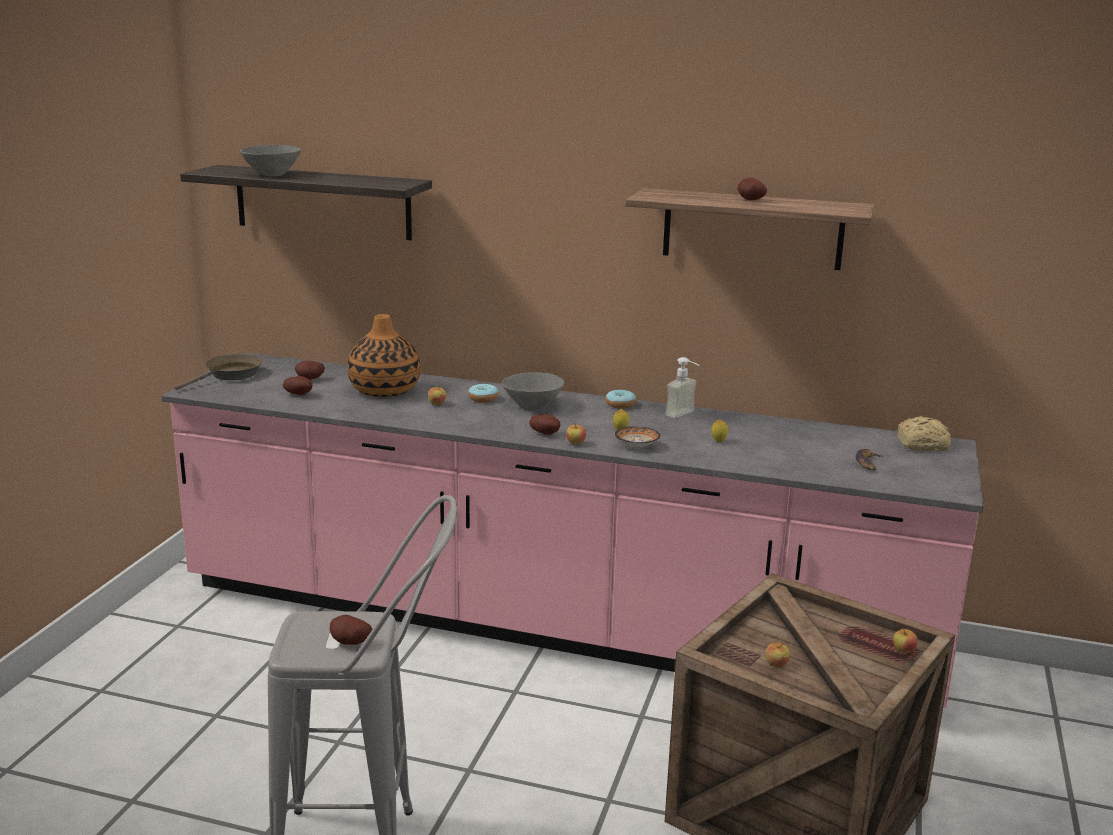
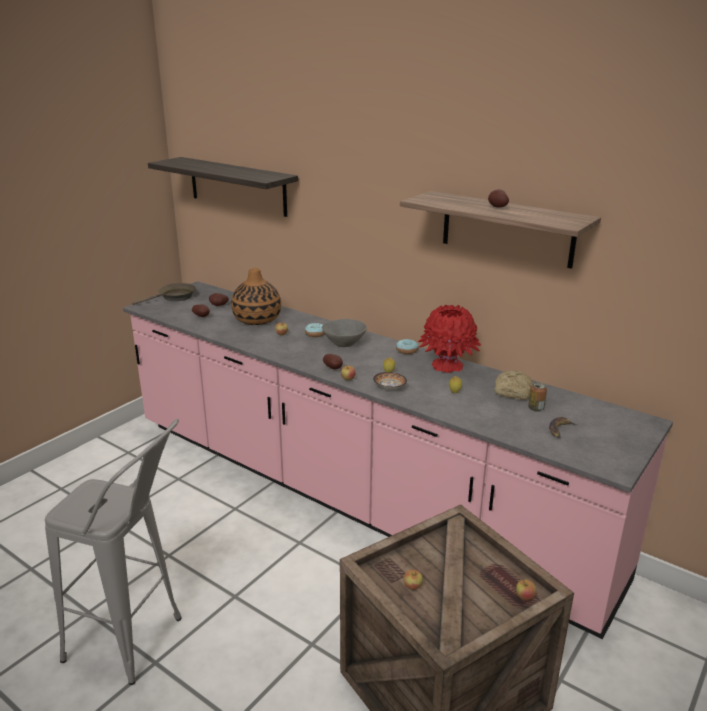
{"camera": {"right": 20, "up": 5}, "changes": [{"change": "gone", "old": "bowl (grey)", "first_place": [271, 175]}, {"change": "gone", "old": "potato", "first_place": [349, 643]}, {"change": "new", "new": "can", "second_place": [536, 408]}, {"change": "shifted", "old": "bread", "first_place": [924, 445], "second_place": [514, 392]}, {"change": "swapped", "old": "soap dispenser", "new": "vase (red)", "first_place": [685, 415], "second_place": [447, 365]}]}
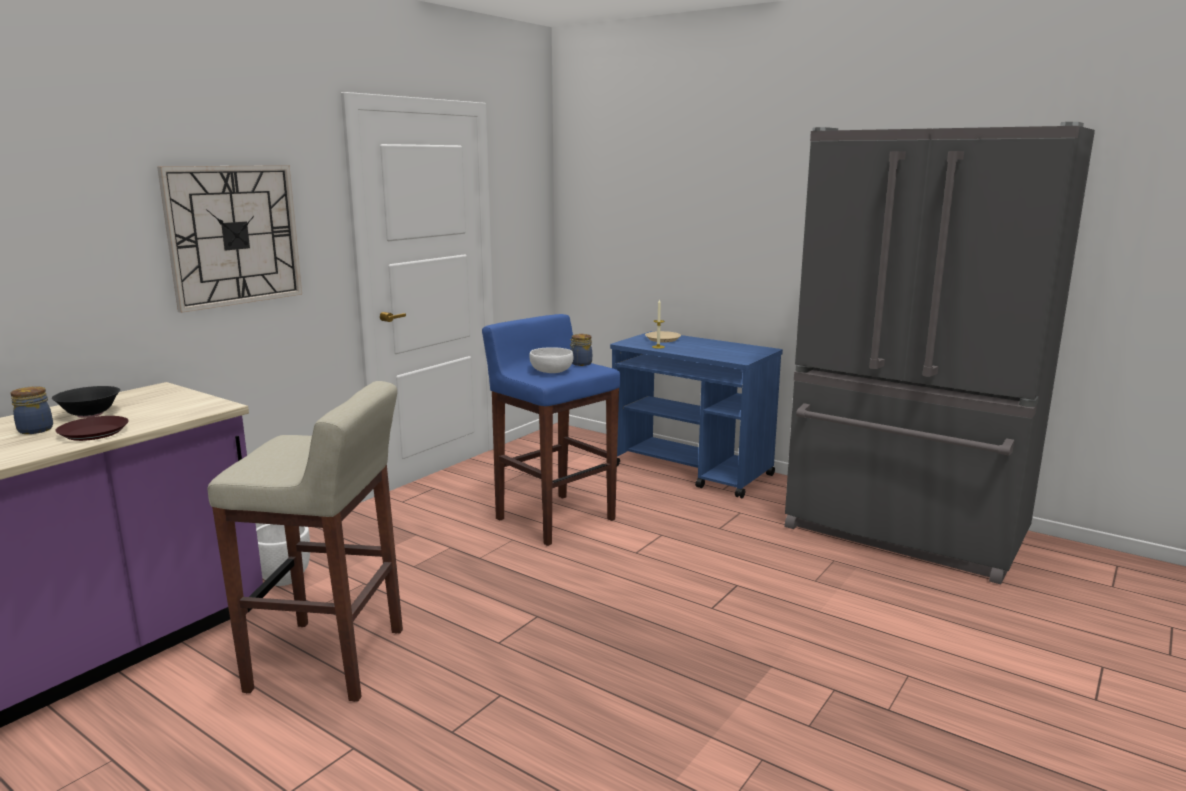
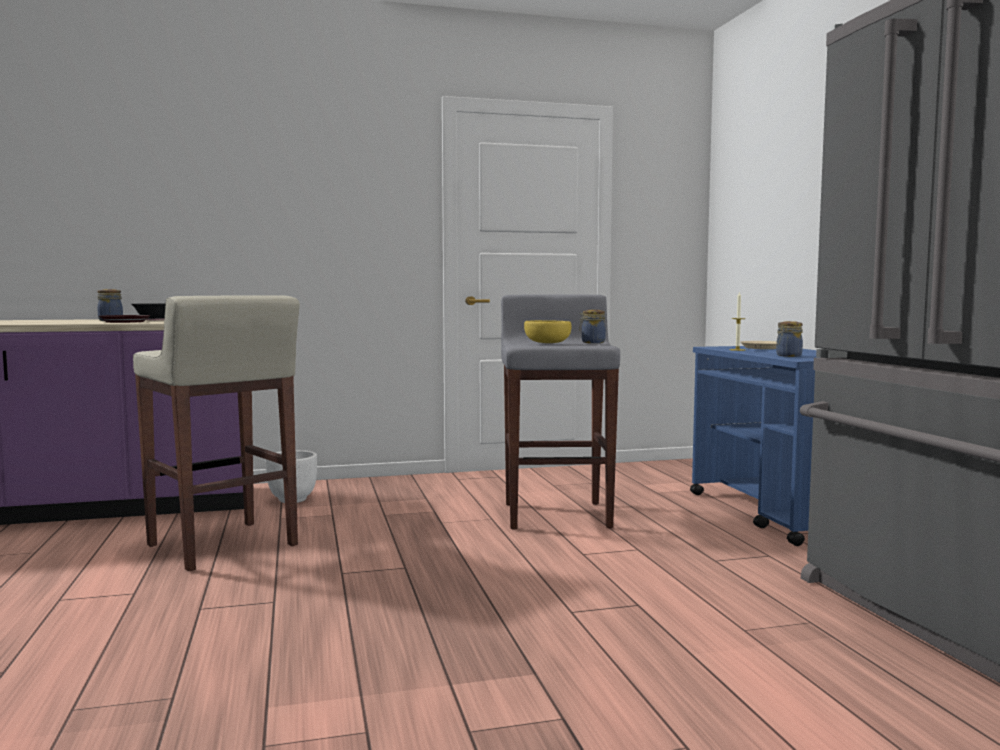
{"camera": {"right": 40, "up": -10}, "changes": [{"change": "gone", "old": "wall clock", "first_place": [234, 235]}, {"change": "new", "new": "jar", "second_place": [788, 355]}, {"change": "repainted", "old": "stool (blue)", "new": "stool (grey)", "first_place": [554, 518], "second_place": [556, 515]}, {"change": "repainted", "old": "bowl (white)", "new": "bowl (yellow)", "first_place": [551, 371], "second_place": [547, 343]}]}
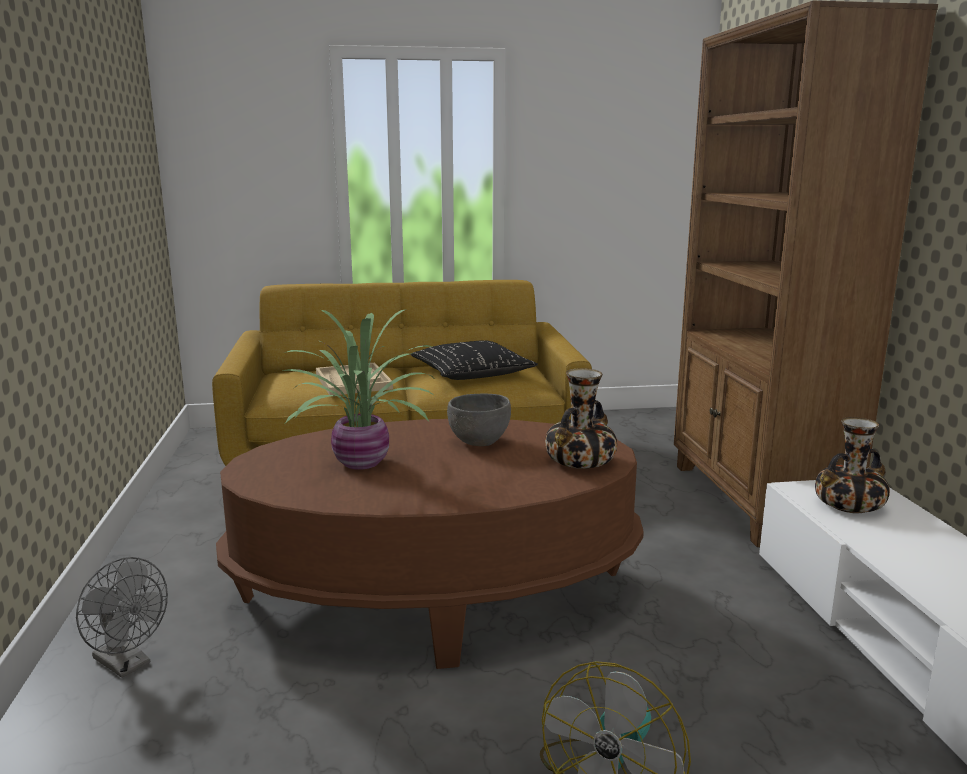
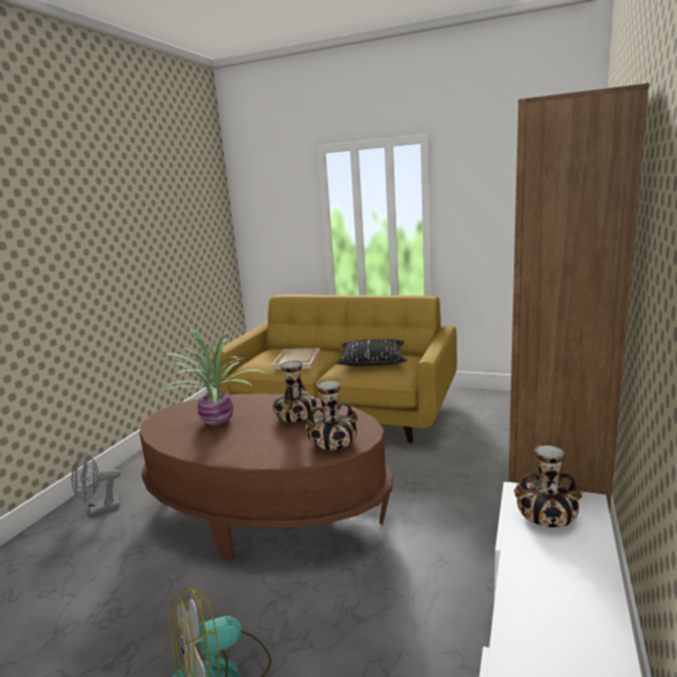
{"camera": {"right": 30, "up": 0}, "changes": [{"change": "swapped", "old": "bowl (grey)", "new": "vase", "first_place": [479, 442], "second_place": [296, 417]}, {"change": "rotated", "old": "fan (grey)", "first_place": [128, 664], "second_place": [99, 509], "degrees": 90}]}
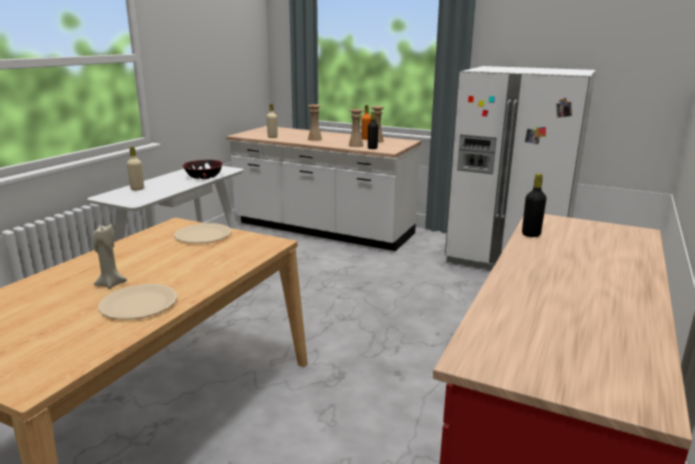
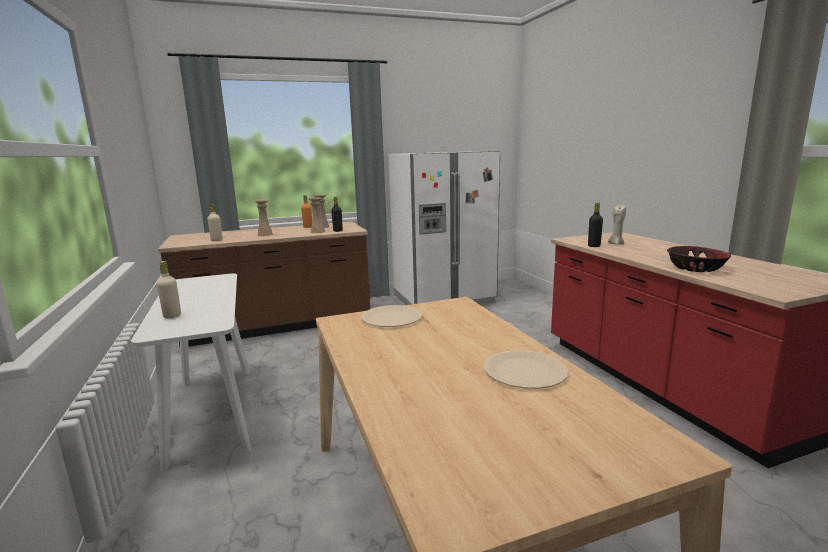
{"camera": {"right": -45, "up": -5}, "changes": [{"change": "shifted", "old": "candle (beige)", "first_place": [110, 284], "second_place": [615, 244]}, {"change": "shifted", "old": "bowl", "first_place": [204, 176], "second_place": [696, 268]}, {"change": "repainted", "old": "counter (white)", "new": "counter (brown)", "first_place": [323, 229], "second_place": [278, 325]}]}
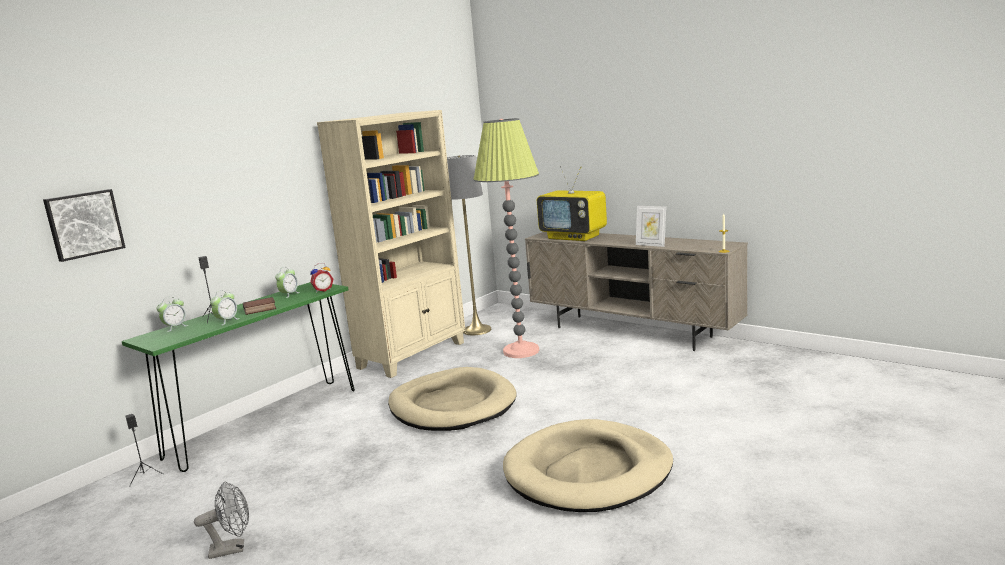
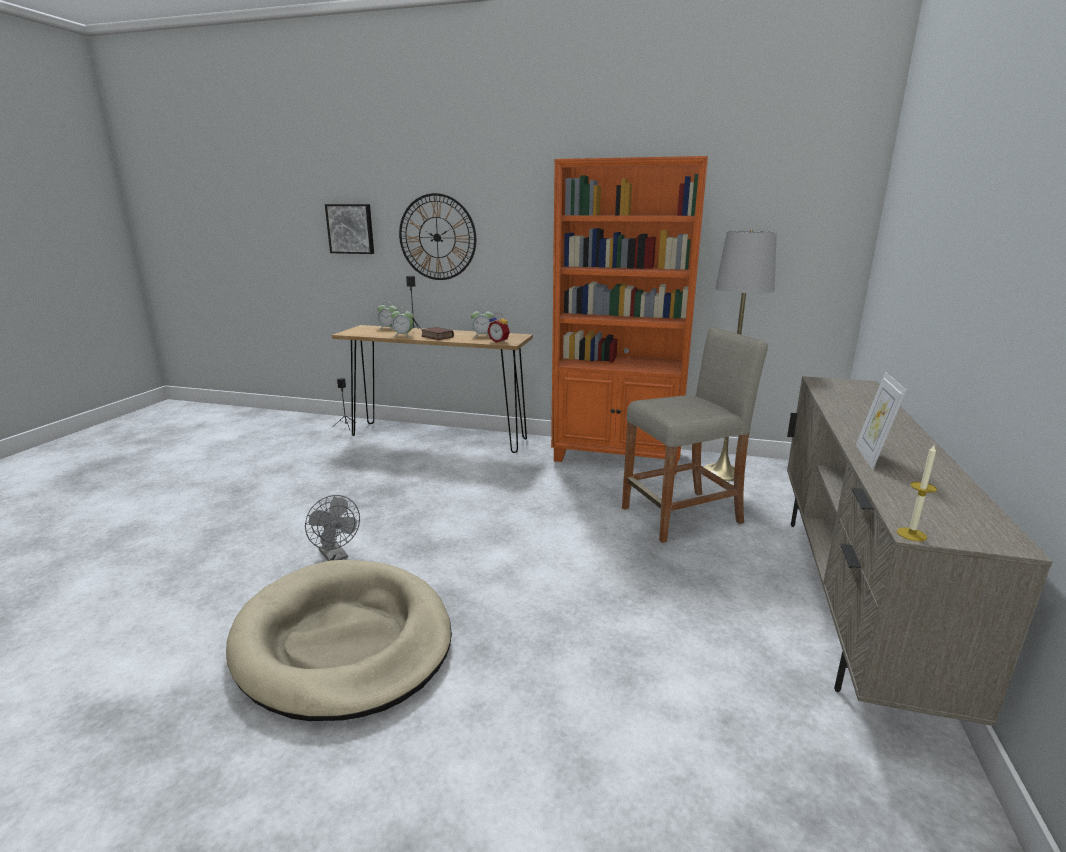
{"camera": {"right": 65, "up": 5}, "changes": [{"change": "gone", "old": "dog bed (beige)", "first_place": [452, 405]}, {"change": "gone", "old": "television", "first_place": [574, 237]}, {"change": "new", "new": "wall clock", "second_place": [437, 237]}, {"change": "shifted", "old": "fan (grey)", "first_place": [233, 548], "second_place": [336, 557]}, {"change": "swapped", "old": "floor lamp", "new": "stool (beige)", "first_place": [521, 351], "second_place": [682, 515]}, {"change": "repainted", "old": "console table (green)", "new": "console table (brown)", "first_place": [265, 422], "second_place": [438, 437]}, {"change": "repainted", "old": "bookcase (beige)", "new": "bookcase (orange)", "first_place": [413, 355], "second_place": [618, 456]}]}
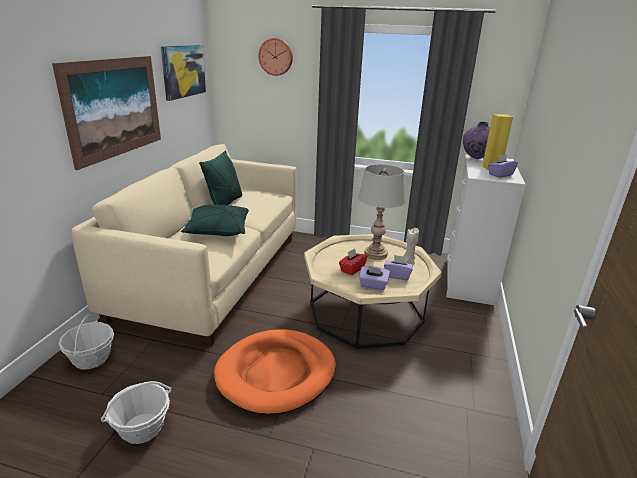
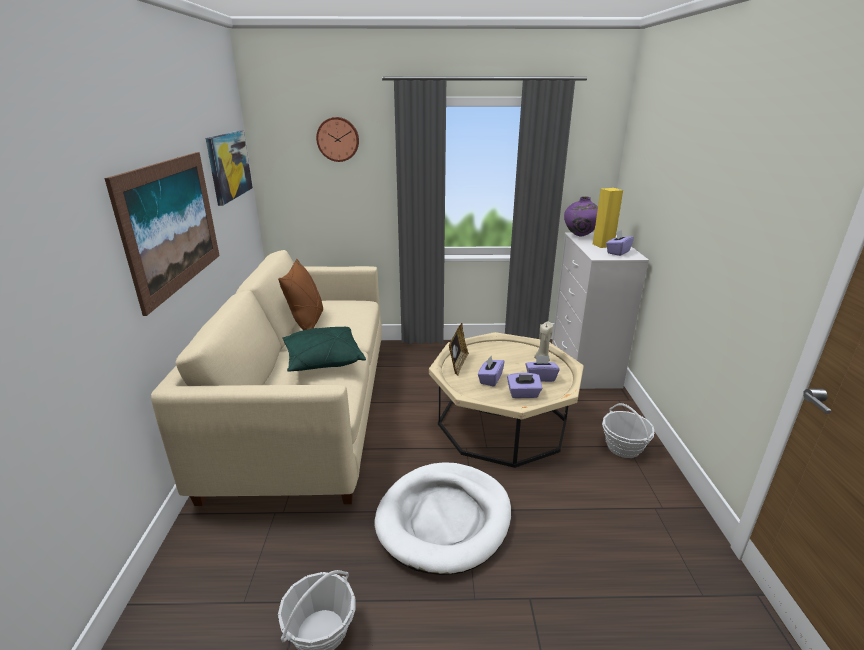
{"camera": {"right": -15, "up": 0}, "changes": [{"change": "gone", "old": "table lamp (grey)", "first_place": [375, 254]}, {"change": "new", "new": "picture frame", "second_place": [458, 364]}, {"change": "shifted", "old": "basket", "first_place": [91, 358], "second_place": [623, 447]}, {"change": "repainted", "old": "pillow (green)", "new": "pillow (brown)", "first_place": [225, 203], "second_place": [307, 323]}, {"change": "repainted", "old": "dog bed (orange)", "new": "dog bed (white)", "first_place": [276, 373], "second_place": [444, 519]}, {"change": "repainted", "old": "tissue box (red)", "new": "tissue box (purple)", "first_place": [352, 269], "second_place": [490, 379]}]}
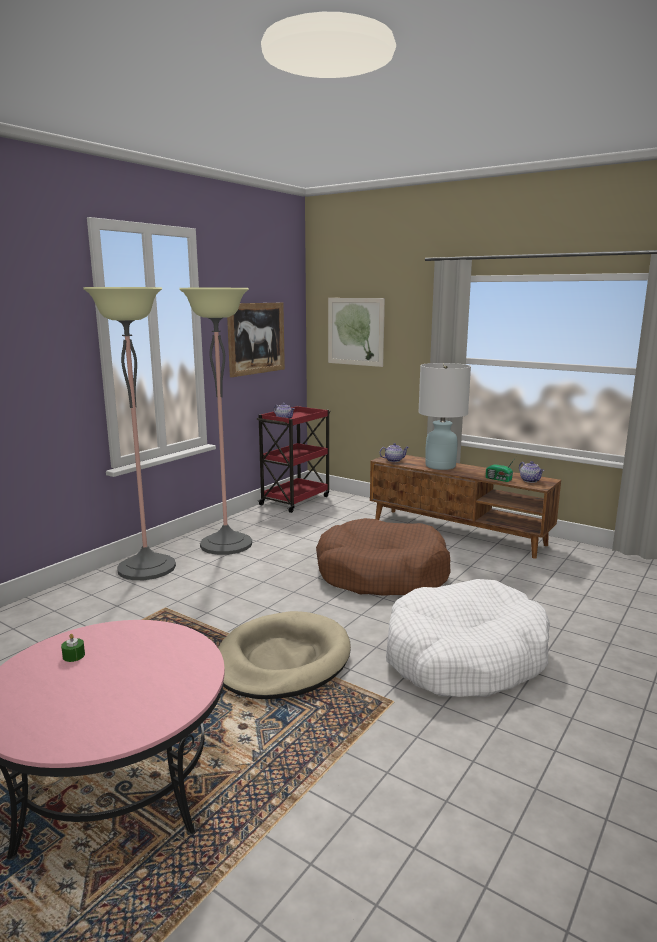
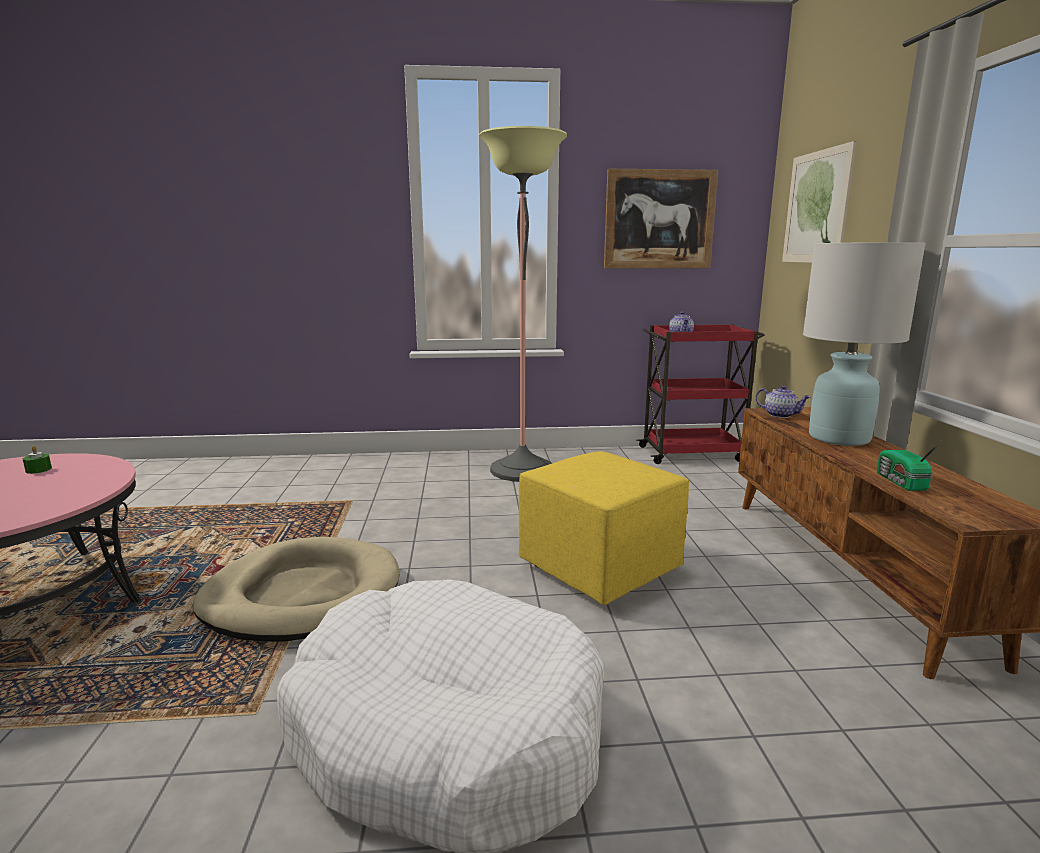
{"camera": {"right": 50, "up": 0}, "changes": [{"change": "gone", "old": "floor lamp", "first_place": [146, 568]}, {"change": "gone", "old": "teapot", "first_place": [530, 480]}, {"change": "swapped", "old": "dog bed (brown)", "new": "ottoman (yellow)", "first_place": [381, 574], "second_place": [601, 568]}]}
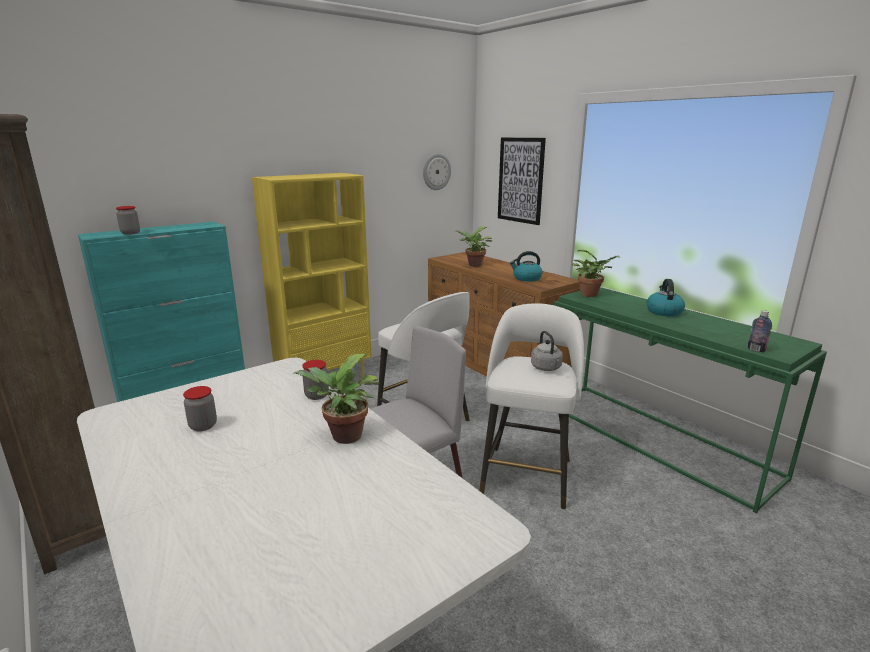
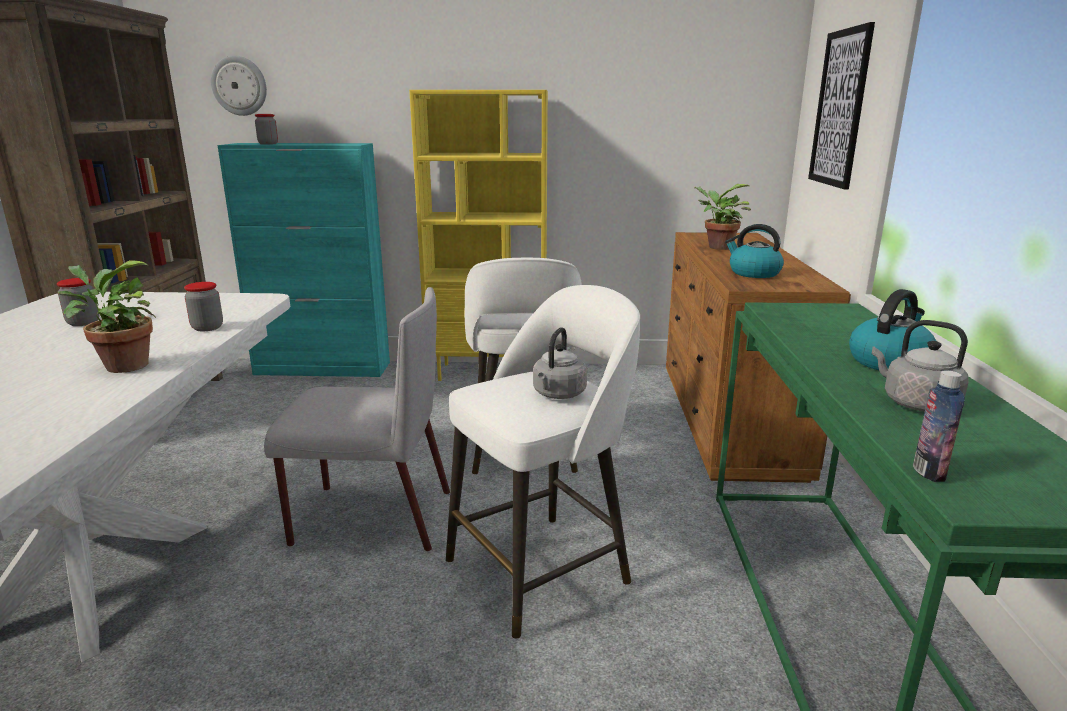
{"camera": {"right": 40, "up": 0}, "changes": [{"change": "gone", "old": "potted plant", "first_place": [591, 294]}, {"change": "new", "new": "kettle (grey)", "second_place": [915, 403]}, {"change": "shifted", "old": "wall clock", "first_place": [436, 171], "second_place": [239, 86]}]}
